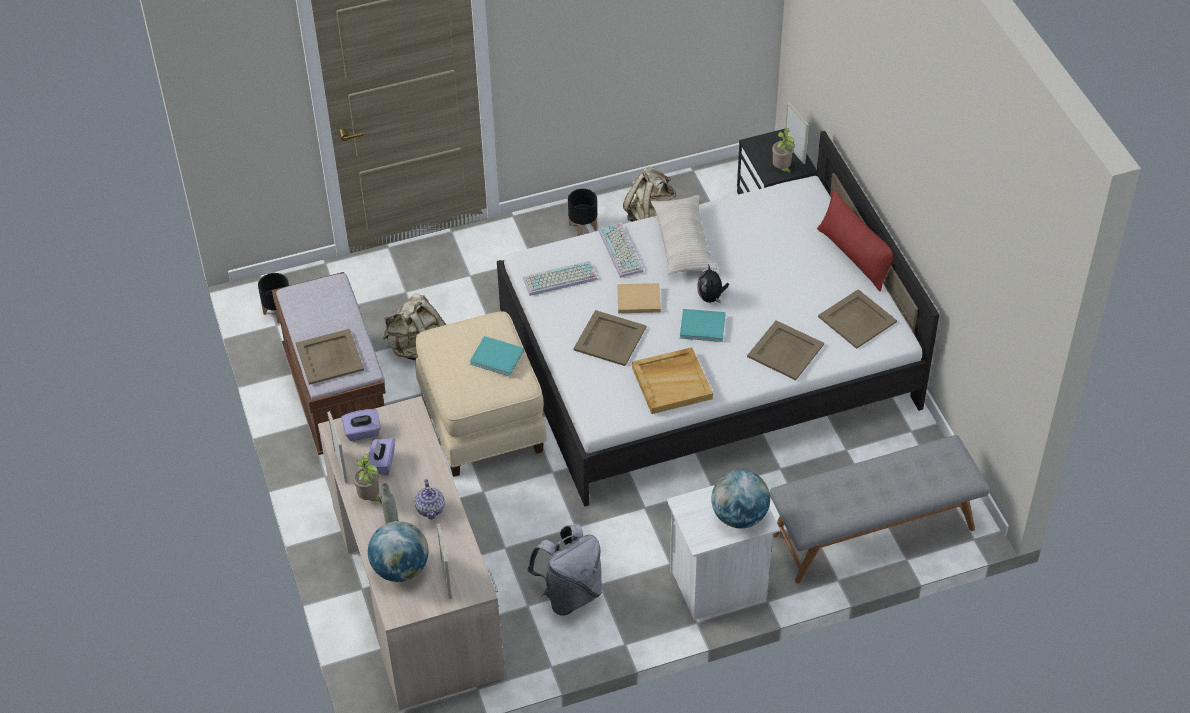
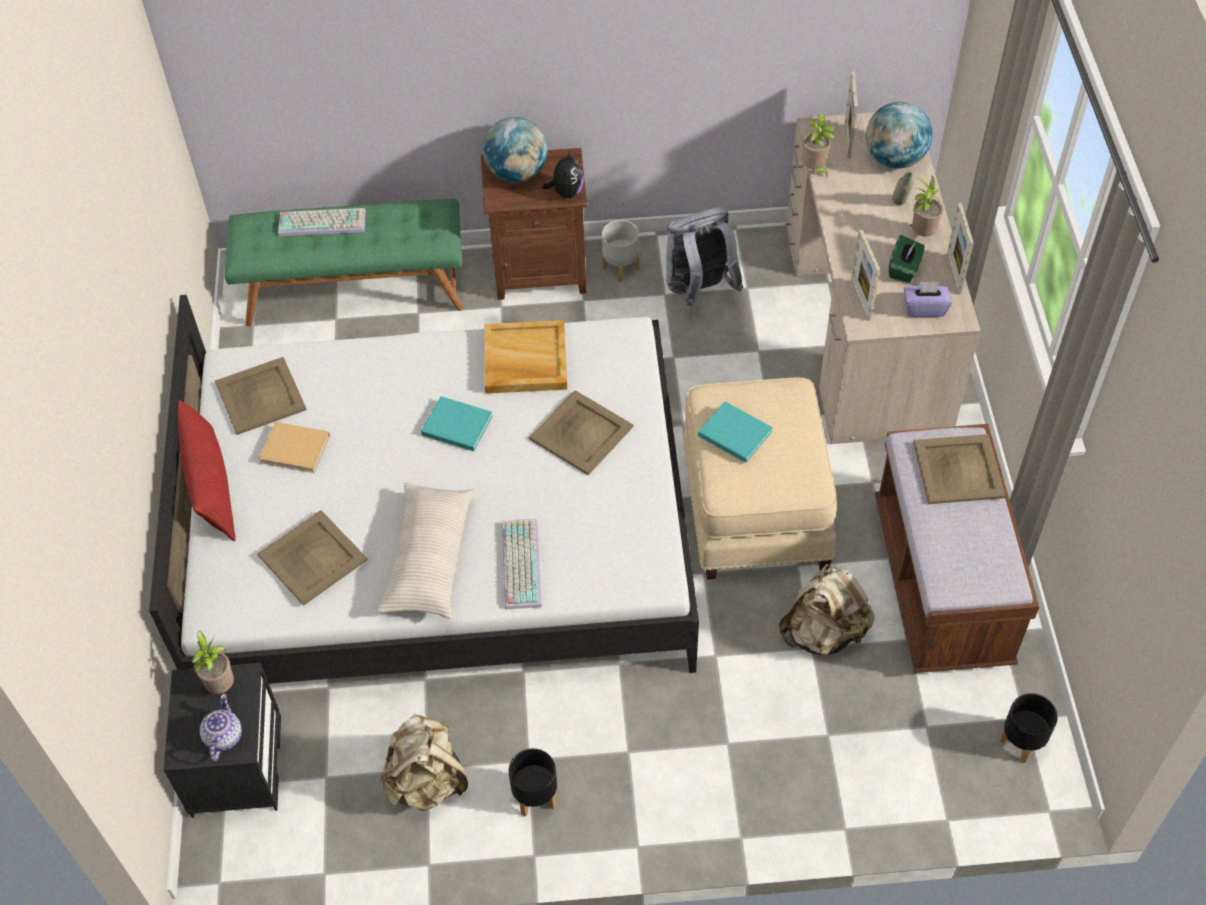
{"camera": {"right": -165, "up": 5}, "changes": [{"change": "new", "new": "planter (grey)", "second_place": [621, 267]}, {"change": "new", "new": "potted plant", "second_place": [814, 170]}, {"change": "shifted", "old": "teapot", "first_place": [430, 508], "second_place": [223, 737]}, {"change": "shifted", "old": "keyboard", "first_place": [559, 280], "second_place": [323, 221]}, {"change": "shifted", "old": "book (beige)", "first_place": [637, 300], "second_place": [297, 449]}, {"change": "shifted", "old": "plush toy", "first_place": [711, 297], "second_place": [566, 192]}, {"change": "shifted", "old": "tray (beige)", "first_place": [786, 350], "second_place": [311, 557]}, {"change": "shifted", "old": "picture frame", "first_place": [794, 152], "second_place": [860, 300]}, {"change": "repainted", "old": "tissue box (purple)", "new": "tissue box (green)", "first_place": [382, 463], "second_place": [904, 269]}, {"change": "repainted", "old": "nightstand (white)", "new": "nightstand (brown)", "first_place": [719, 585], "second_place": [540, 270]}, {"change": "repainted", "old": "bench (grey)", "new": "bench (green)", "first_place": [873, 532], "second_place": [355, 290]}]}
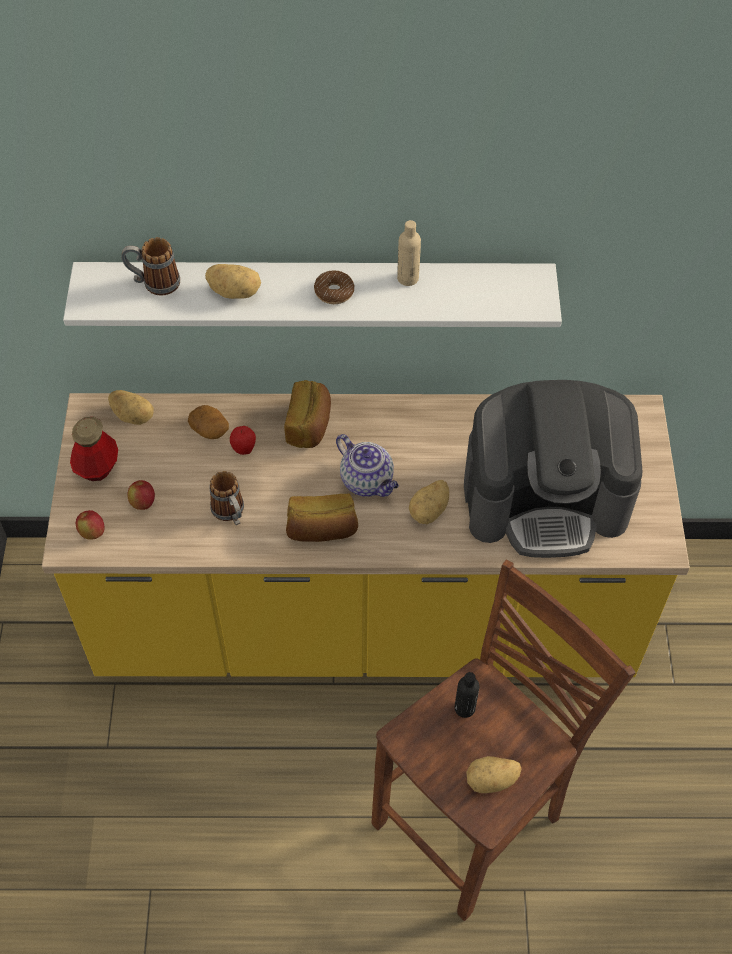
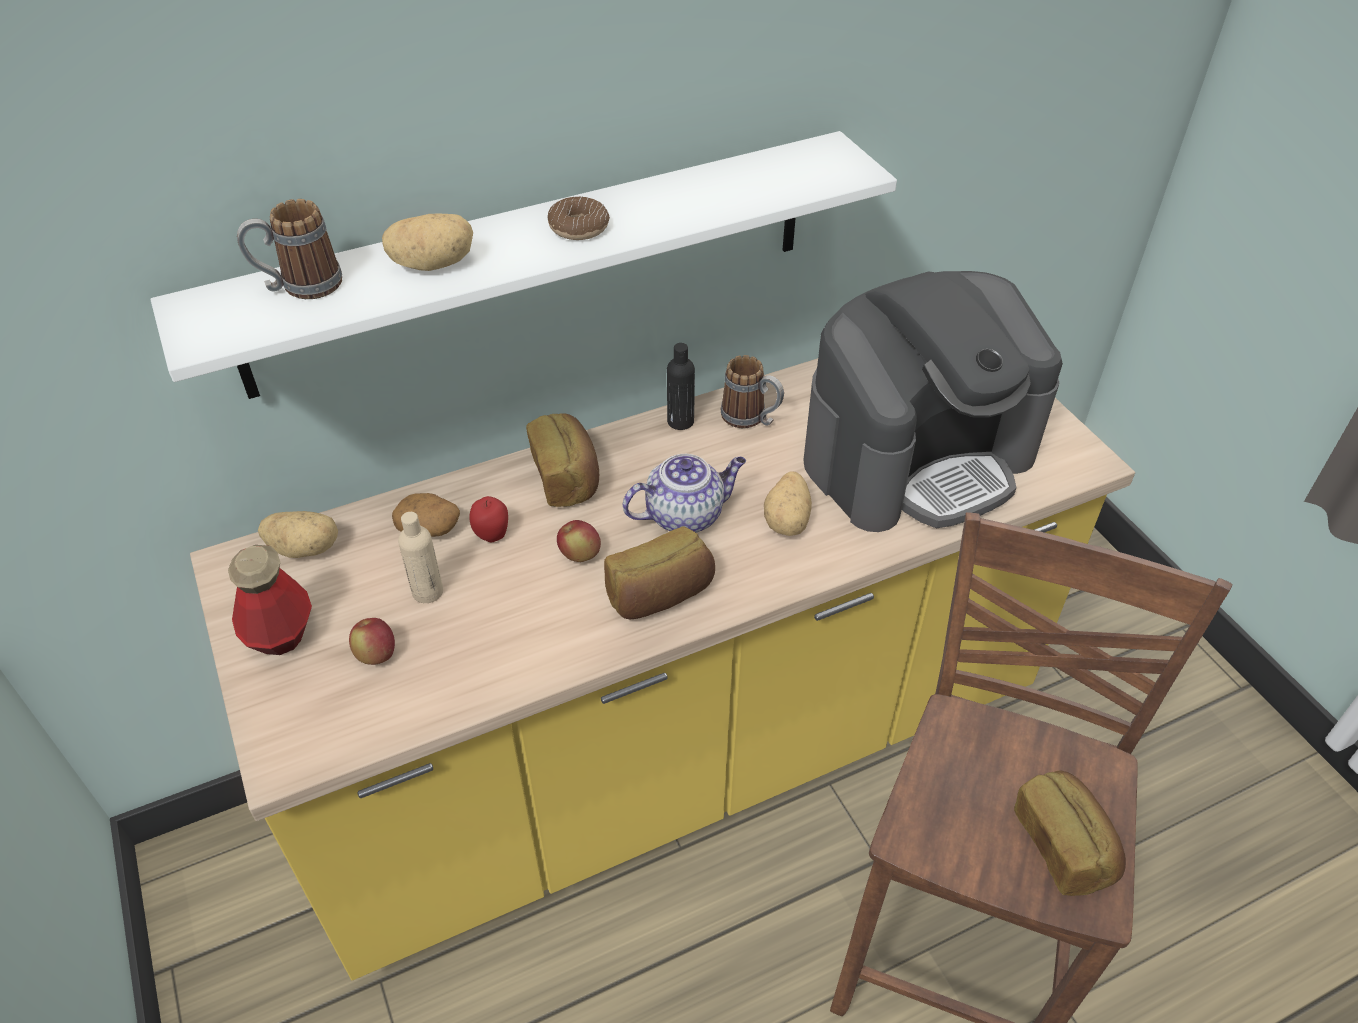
{"camera": {"right": -25, "up": -10}, "changes": [{"change": "shifted", "old": "apple", "first_place": [92, 532], "second_place": [580, 555]}, {"change": "shifted", "old": "mug", "first_place": [231, 514], "second_place": [751, 419]}, {"change": "shifted", "old": "bottle (beige)", "first_place": [408, 278], "second_place": [427, 592]}, {"change": "shifted", "old": "bottle (black)", "first_place": [464, 708], "second_place": [680, 421]}, {"change": "swapped", "old": "potato", "new": "bread", "first_place": [491, 781], "second_place": [1063, 845]}, {"change": "rotated", "old": "teapot", "first_place": [368, 481], "second_place": [685, 515], "degrees": -45}]}
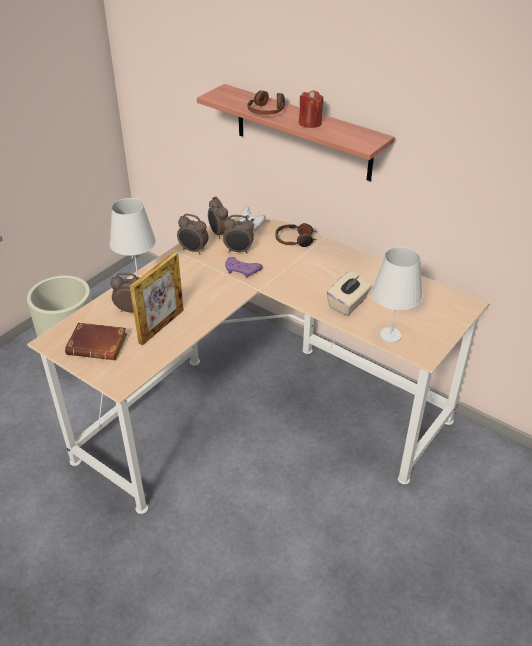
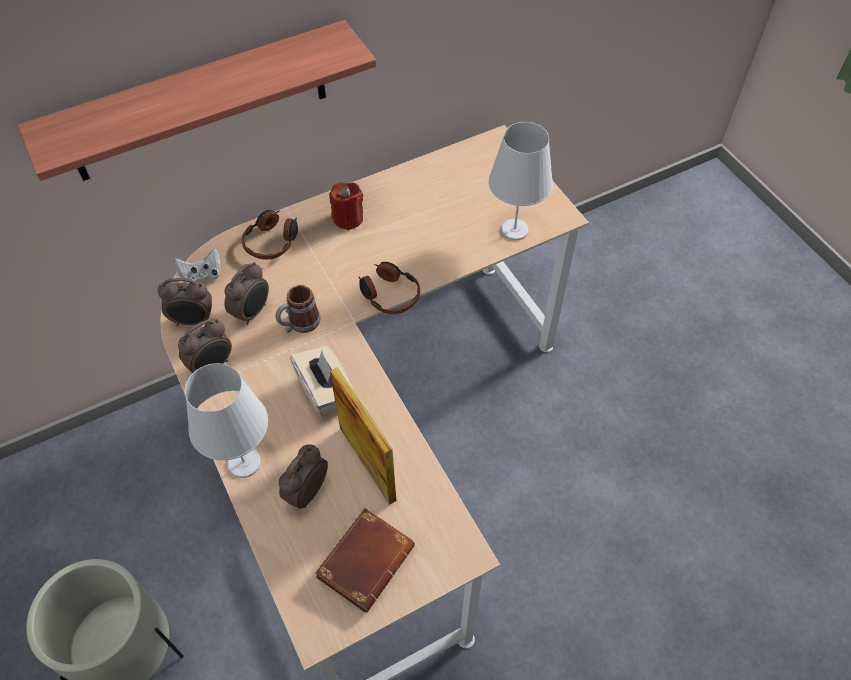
{"camera": {"right": -65, "up": 15}, "changes": [{"change": "shifted", "old": "headphones", "first_place": [267, 110], "second_place": [389, 294]}, {"change": "shifted", "old": "candle (red)", "first_place": [310, 123], "second_place": [348, 218]}, {"change": "shifted", "old": "tissue box (beige)", "first_place": [348, 304], "second_place": [325, 391]}, {"change": "swapped", "old": "game controller (purple)", "new": "mug", "first_place": [242, 270], "second_place": [299, 324]}]}
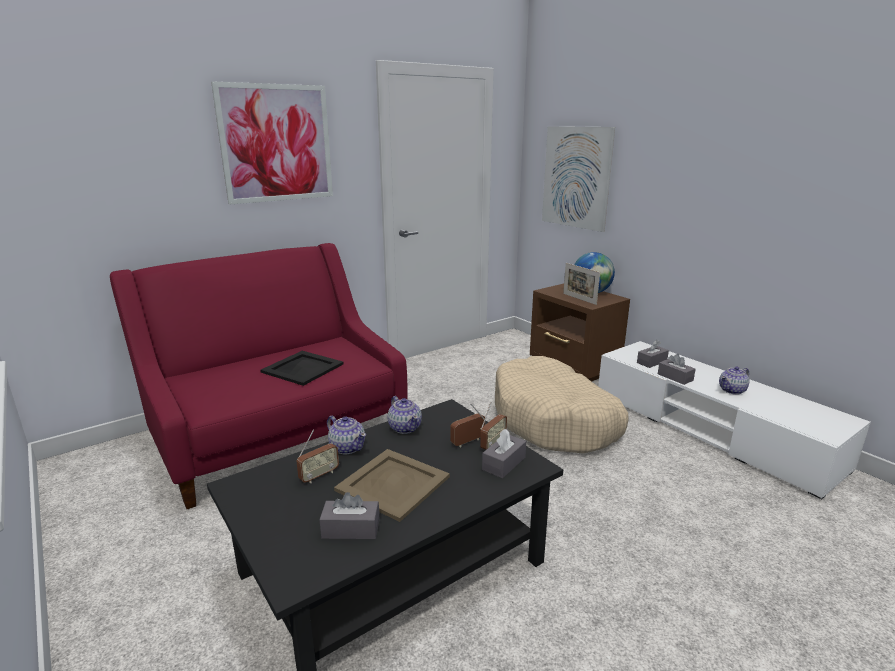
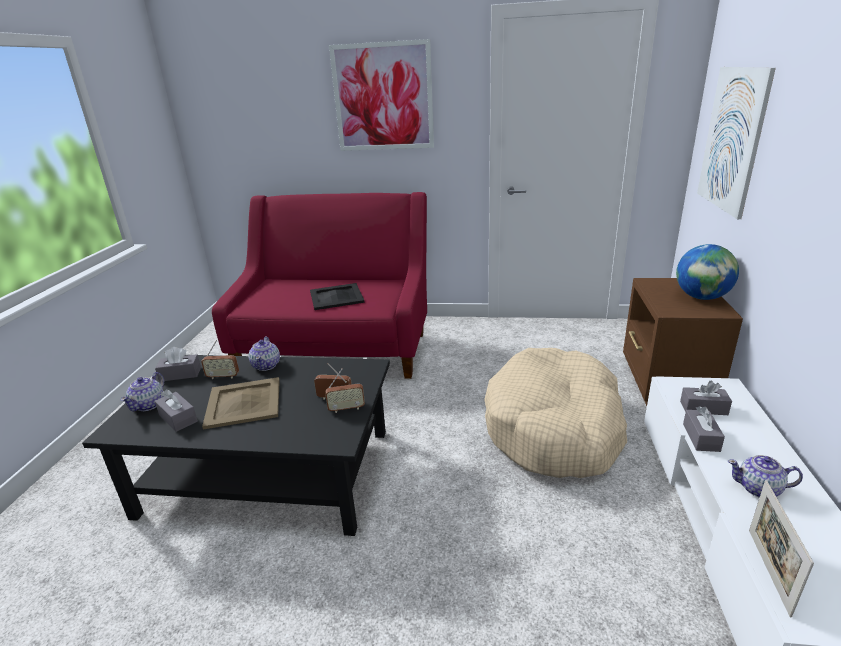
{"camera": {"right": 45, "up": 5}, "changes": [{"change": "shifted", "old": "teapot", "first_place": [405, 427], "second_place": [149, 404]}, {"change": "shifted", "old": "tissue box (grey)", "first_place": [504, 463], "second_place": [180, 374]}, {"change": "shifted", "old": "picture frame", "first_place": [579, 299], "second_place": [768, 570]}]}
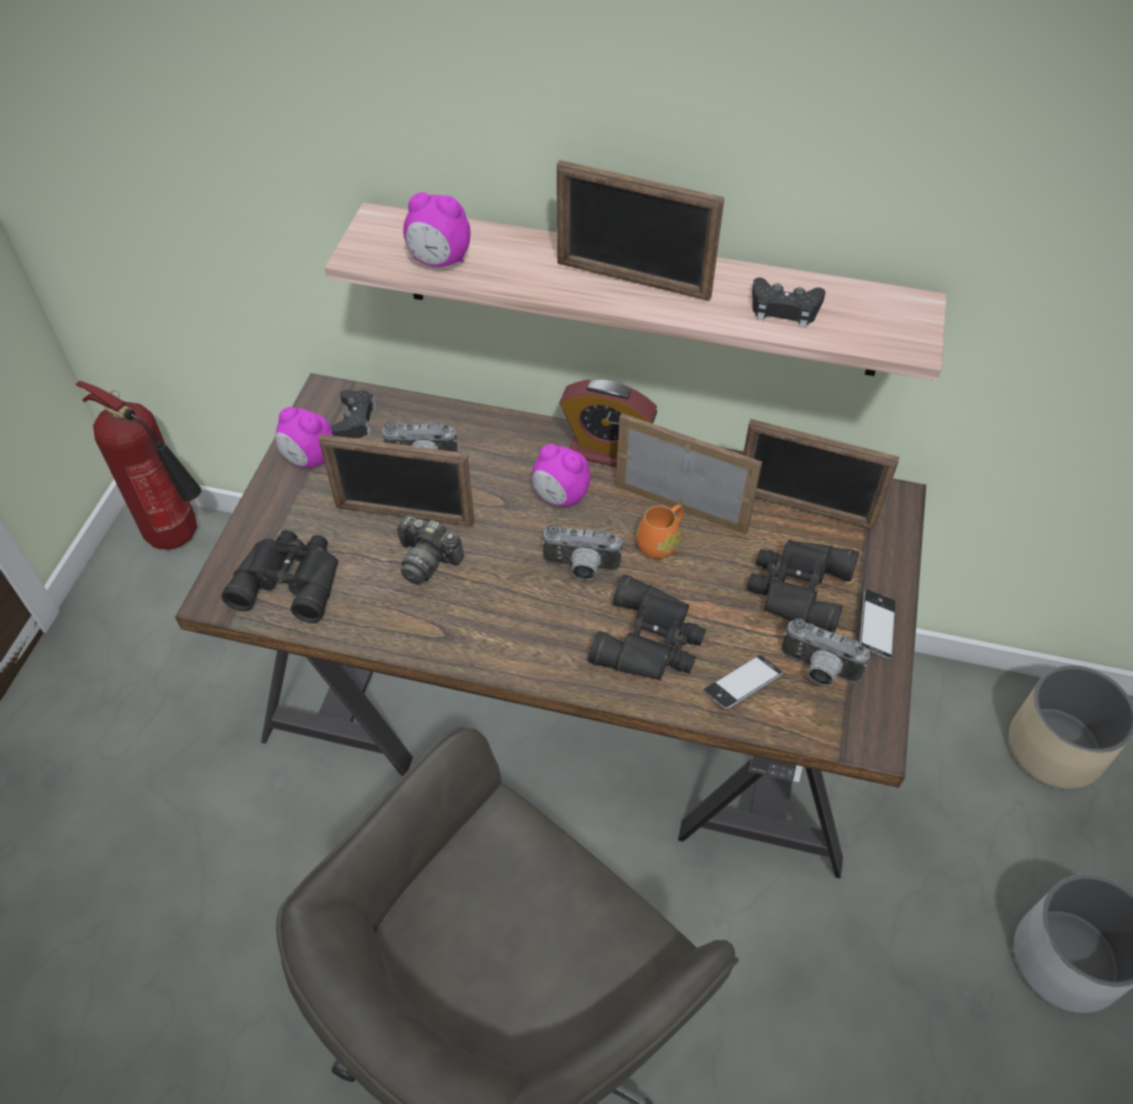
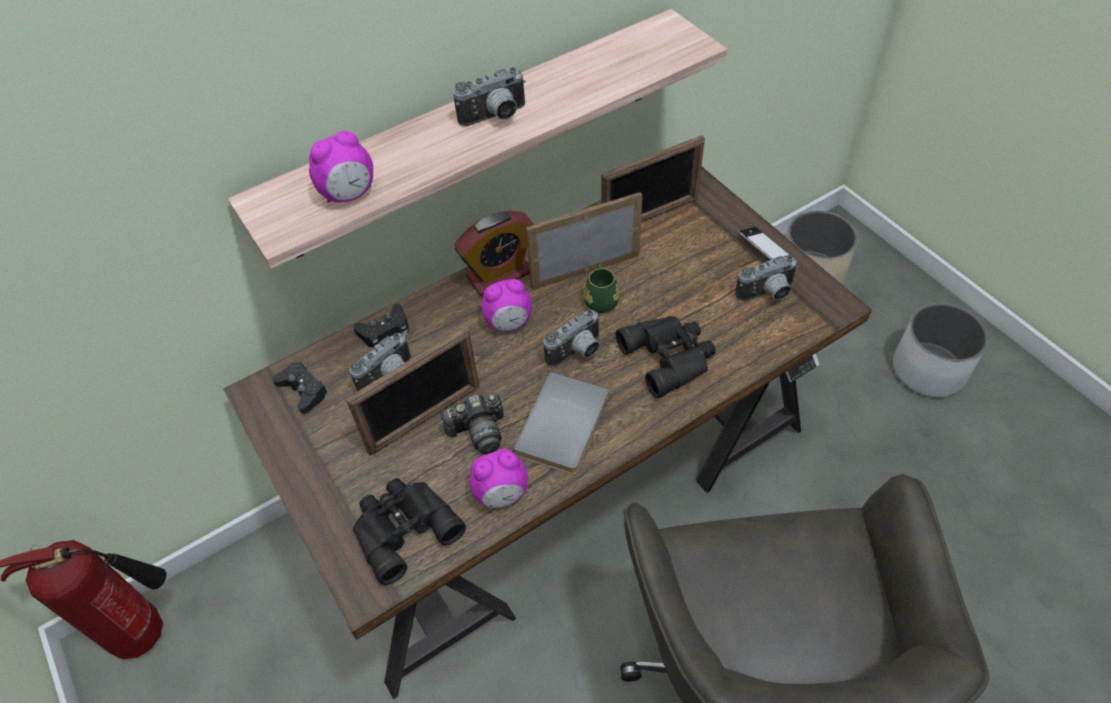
{"camera": {"right": -45, "up": 0}, "changes": [{"change": "gone", "old": "phone", "first_place": [742, 685]}, {"change": "gone", "old": "binoculars (black)", "first_place": [797, 589]}, {"change": "new", "new": "book (grey)", "second_place": [566, 426]}, {"change": "shifted", "old": "alarm clock", "first_place": [309, 459], "second_place": [501, 494]}, {"change": "shifted", "old": "game controller (black)", "first_place": [784, 309], "second_place": [385, 331]}, {"change": "swapped", "old": "picture frame", "new": "photo camera", "first_place": [632, 280], "second_place": [495, 118]}, {"change": "repainted", "old": "mug (orange)", "new": "mug (green)", "first_place": [661, 542], "second_place": [601, 298]}]}
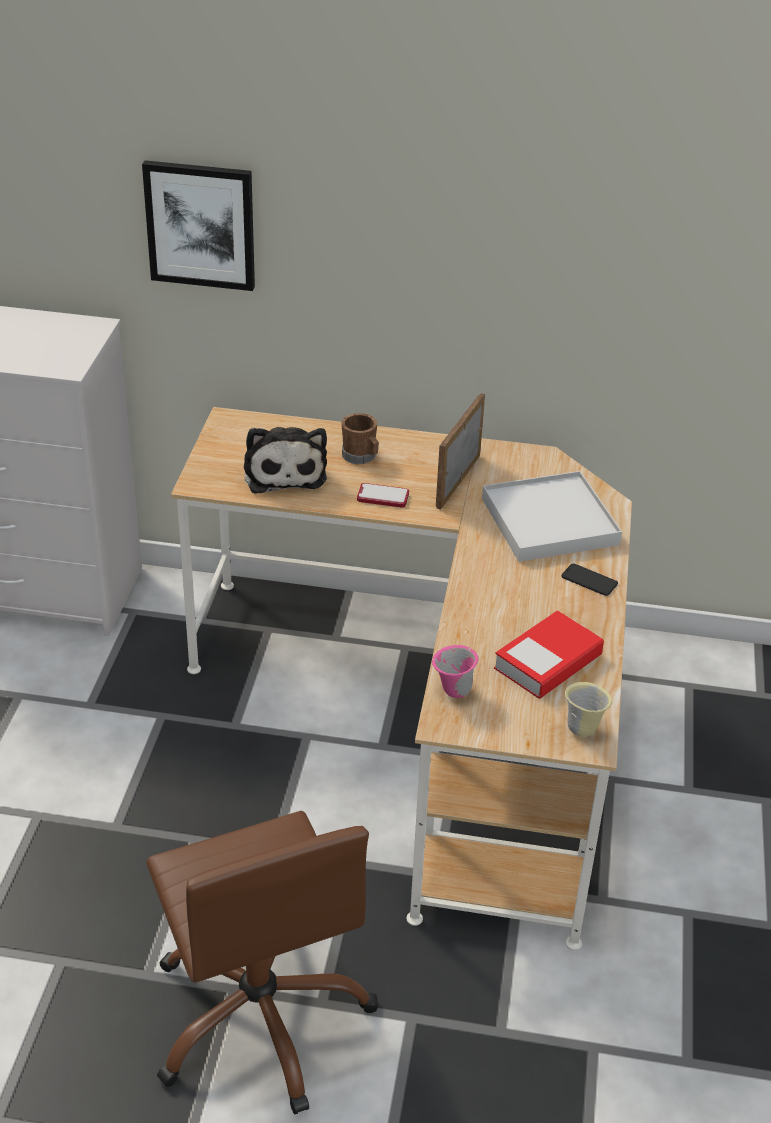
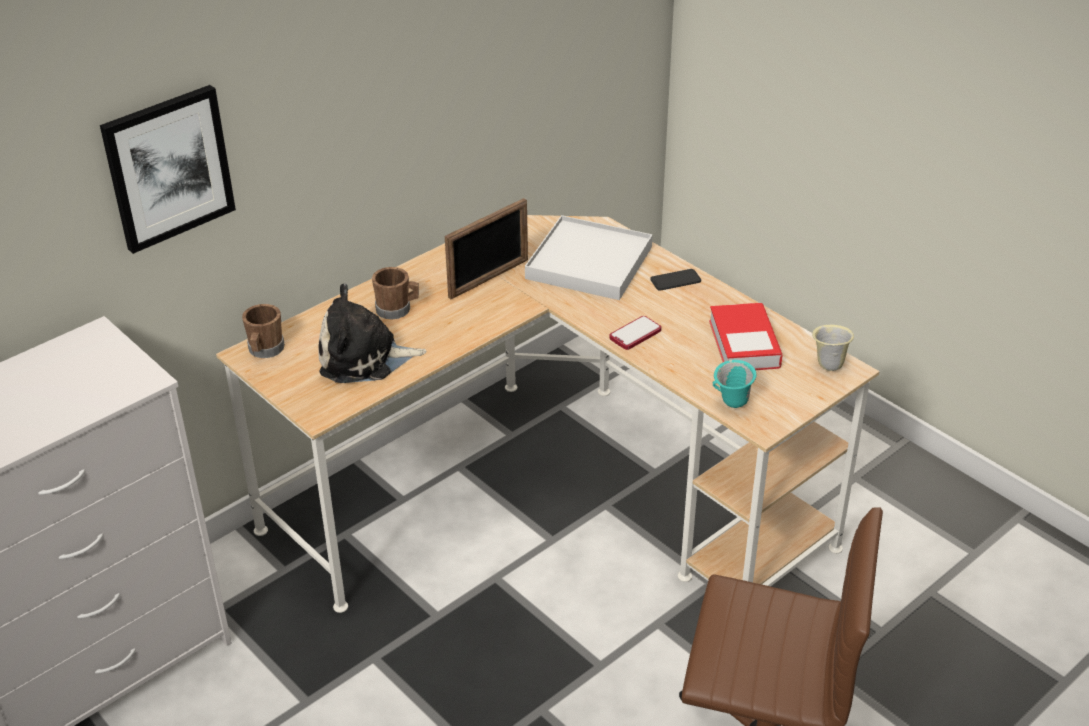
{"camera": {"right": -50, "up": 0}, "changes": [{"change": "new", "new": "mug (brown)", "second_place": [265, 350]}, {"change": "shifted", "old": "phone", "first_place": [383, 497], "second_place": [635, 334]}, {"change": "repainted", "old": "mug (pink)", "new": "mug (turquoise)", "first_place": [452, 691], "second_place": [732, 404]}, {"change": "rotated", "old": "plush toy", "first_place": [284, 471], "second_place": [364, 358], "degrees": 150}, {"change": "rotated", "old": "picture frame", "first_place": [458, 481], "second_place": [489, 279], "degrees": -105}]}
